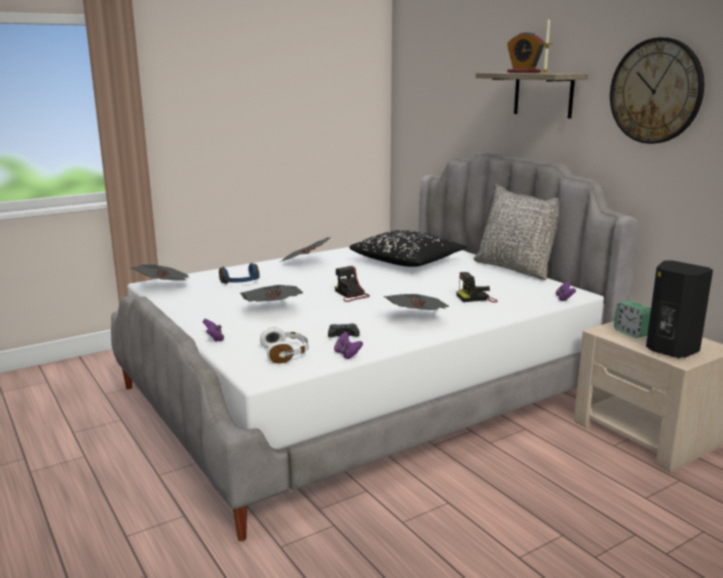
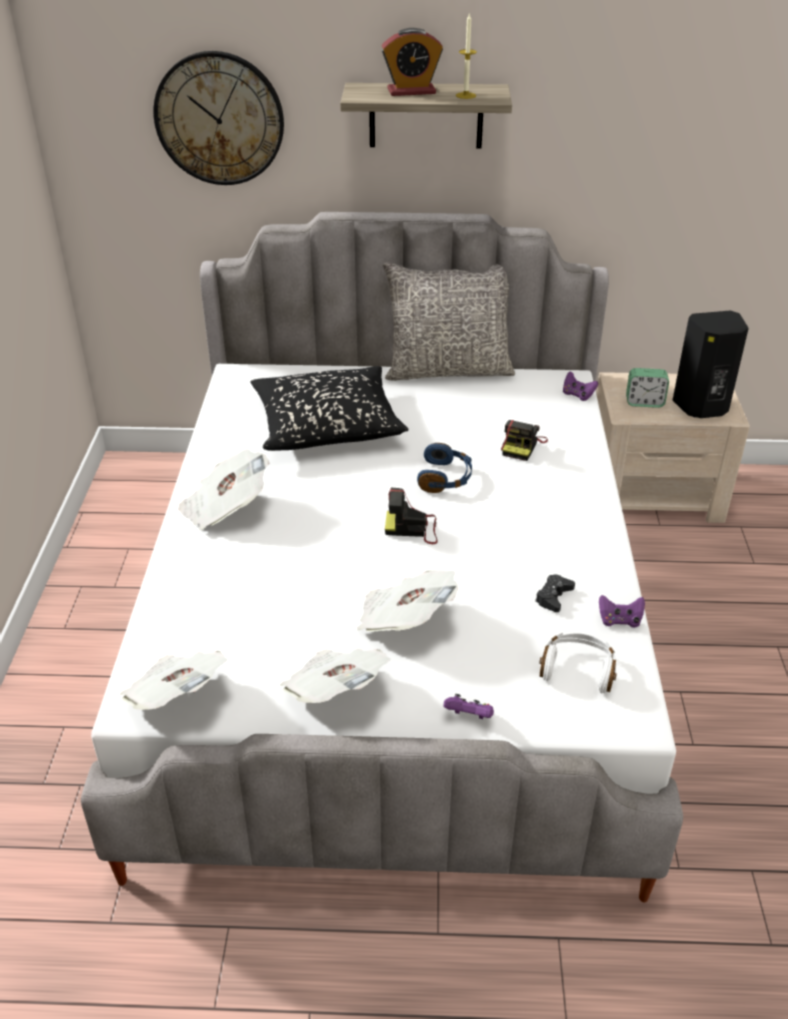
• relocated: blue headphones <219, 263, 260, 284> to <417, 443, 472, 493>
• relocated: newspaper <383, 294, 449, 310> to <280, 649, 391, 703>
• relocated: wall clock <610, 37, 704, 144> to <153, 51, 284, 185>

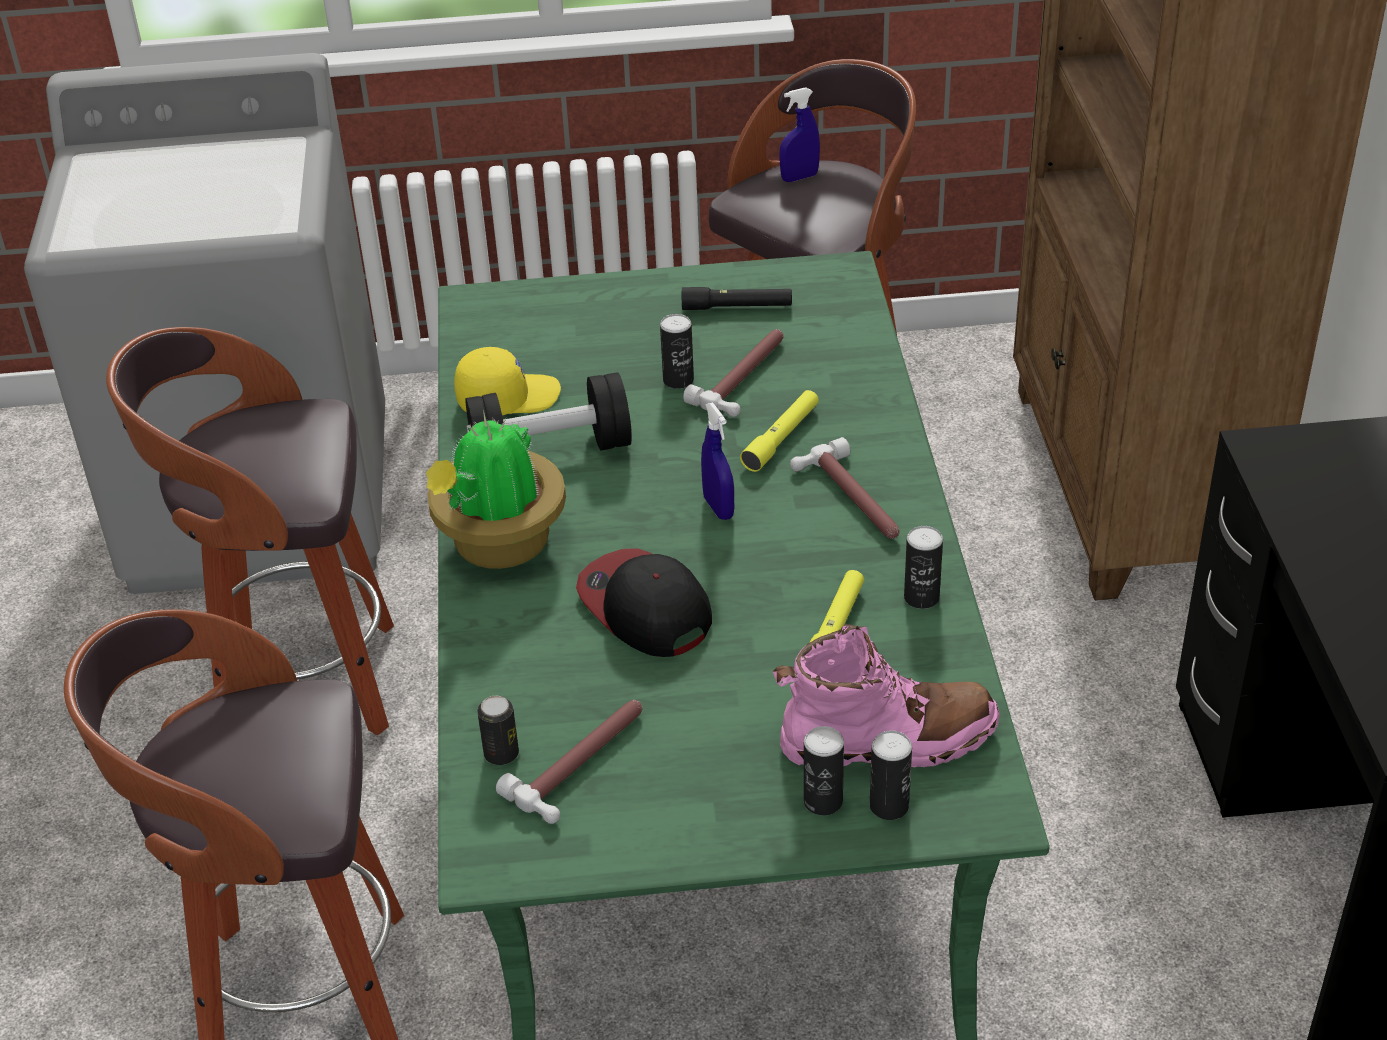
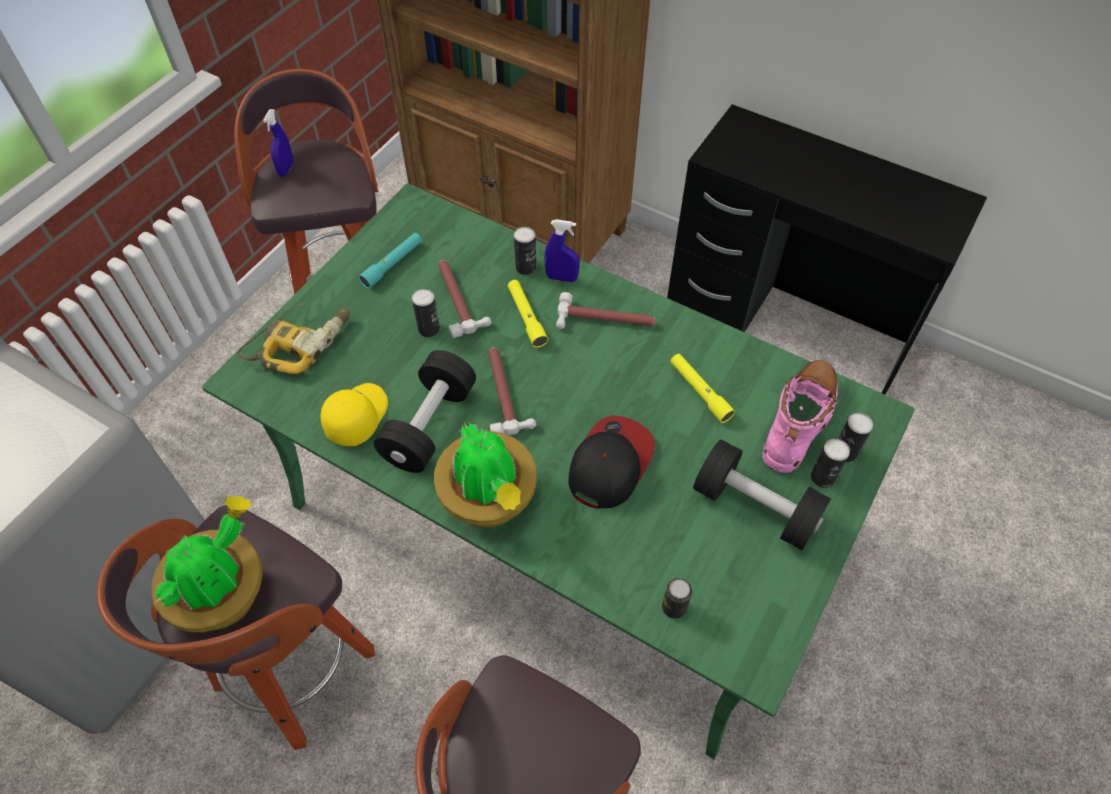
• relocated: hammer <496, 700, 642, 824> to <489, 347, 536, 435>
• spun: cap <576, 548, 712, 657> = <568, 415, 655, 509> 120 degrees clockwise
• colour: black flashlight <682, 287, 792, 310> to turquoise flashlight <358, 233, 422, 289>
• relocated: blue spray bottle <701, 403, 734, 520> to <544, 219, 580, 282>
• relocated: can <904, 526, 943, 609> to <514, 227, 536, 275>
• appeared: potted plant <152, 496, 262, 632>
• appeared: power drill <238, 303, 350, 374>
• appeared: black dumbbell <693, 439, 831, 550>

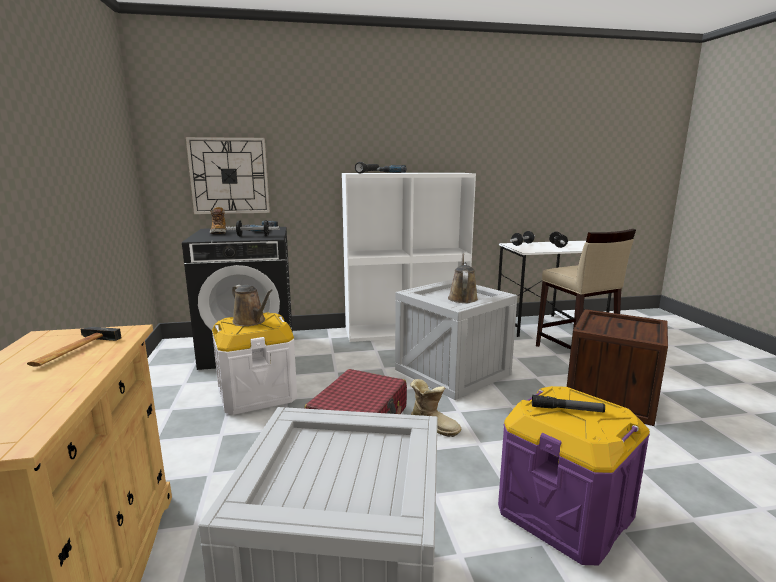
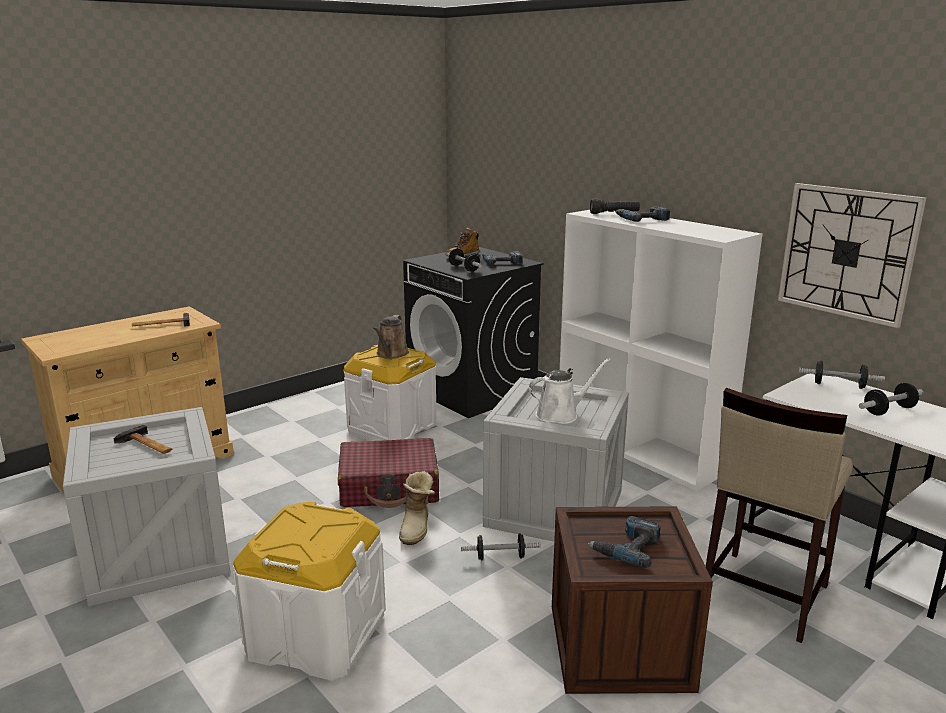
• relocated: wall clock <186, 137, 270, 214> to <778, 183, 926, 328>
• colour: brown watering can <448, 253, 478, 303> to white watering can <529, 358, 611, 424>
• colour: purple storage box <498, 386, 650, 565> to white storage box <233, 502, 386, 681>
• missing: flashlight <532, 395, 605, 413>
• appeared: hammer <114, 425, 172, 454>
• appeared: dumbbell <461, 533, 541, 560>
• appeared: power drill <588, 516, 661, 568>

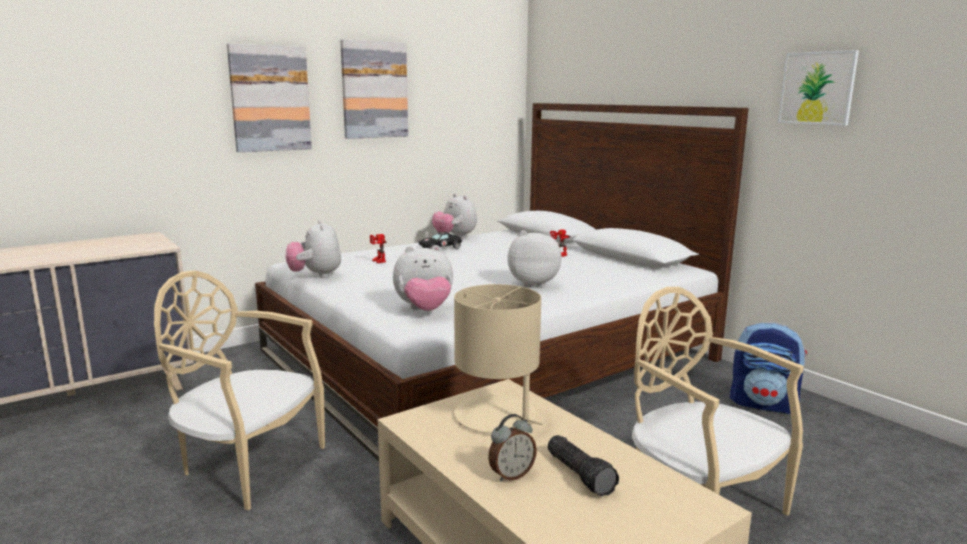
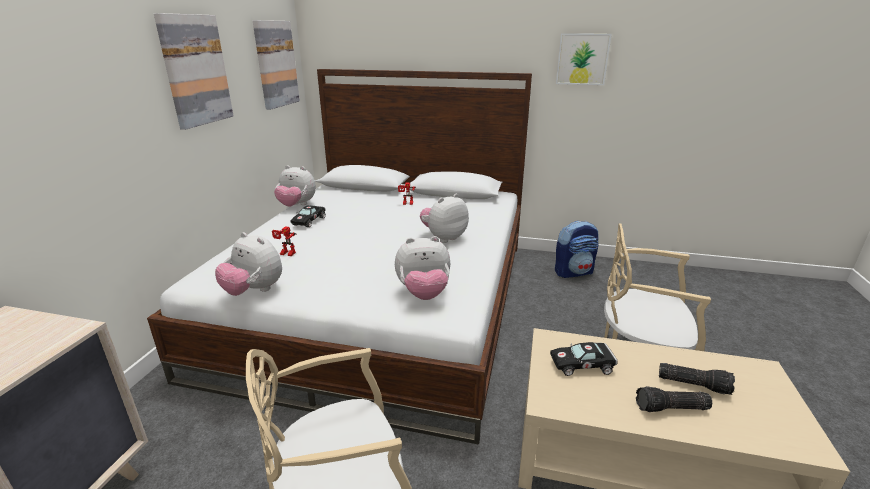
• relocated: picture <227, 44, 312, 152> to <253, 20, 300, 110>
• spun: plush toy <393, 245, 453, 311> = <395, 236, 450, 300> 45 degrees clockwise
• exchanged: beige table lamp <454, 284, 542, 433> to black toy car <550, 342, 618, 376>
• exchanged: alarm clock <488, 414, 537, 482> to flashlight <636, 386, 712, 412>

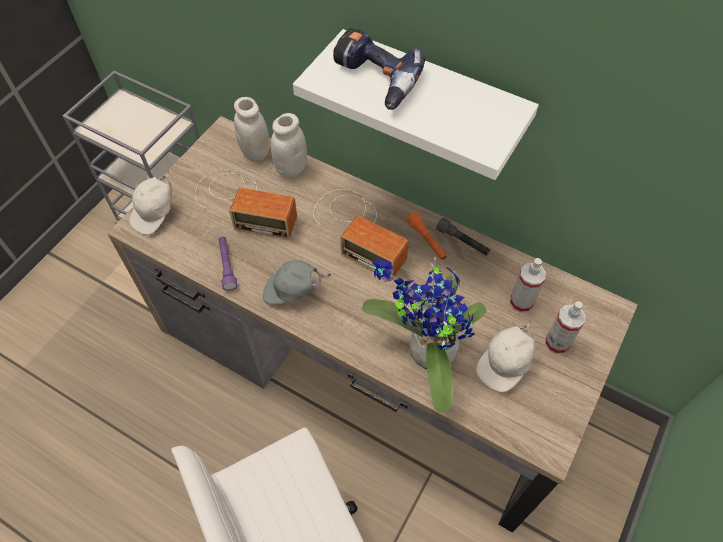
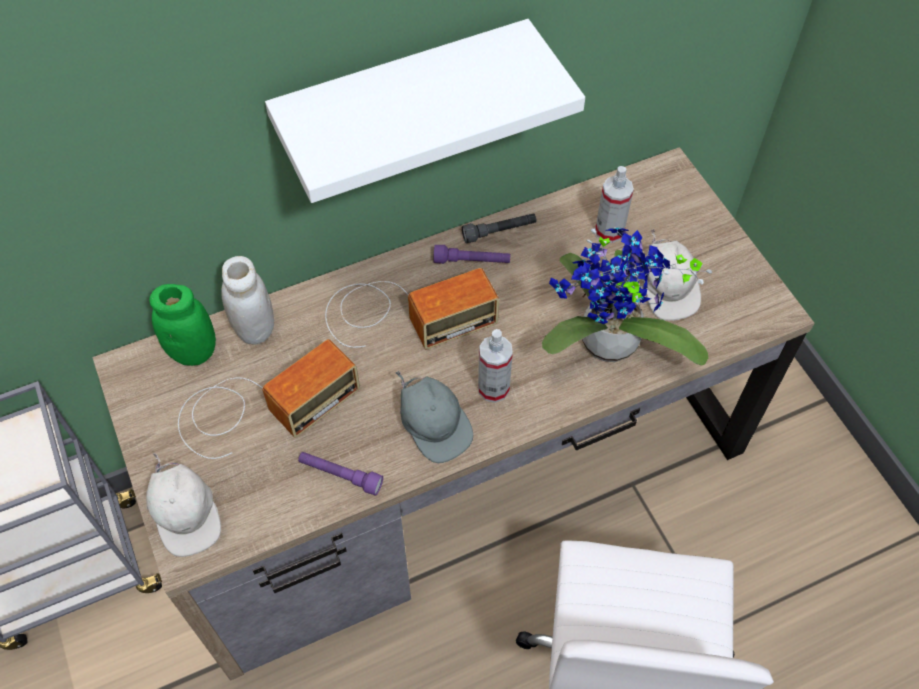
• colour: white jar <234, 97, 270, 161> to green jar <149, 284, 216, 366>
• spun: grey cap <263, 260, 331, 304> = <396, 371, 473, 463> 75 degrees counterclockwise
• missing: power drill <333, 28, 426, 110>
• colour: orange flashlight <406, 212, 447, 260> to purple flashlight <433, 245, 510, 264>
• relocated: spray bottle <545, 301, 586, 354> to <478, 329, 513, 403>

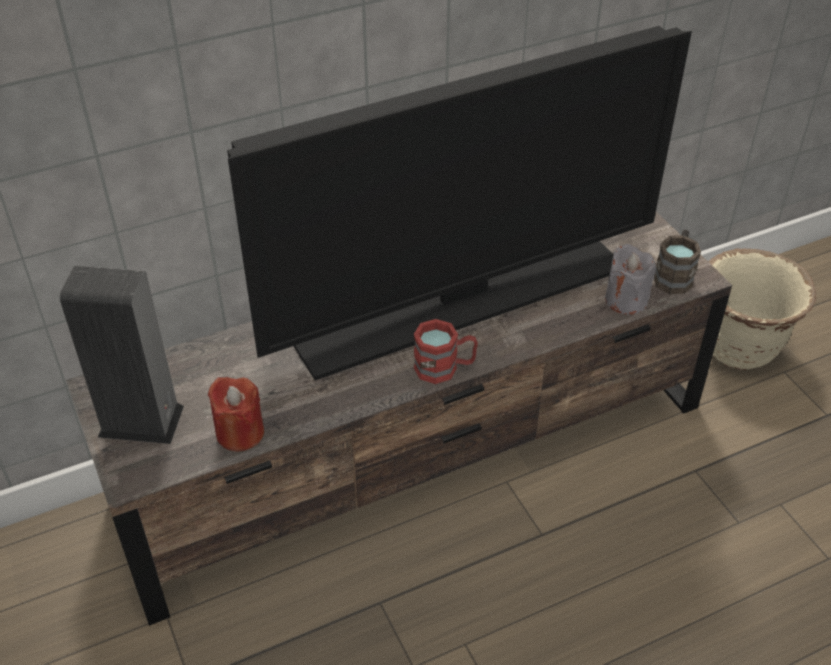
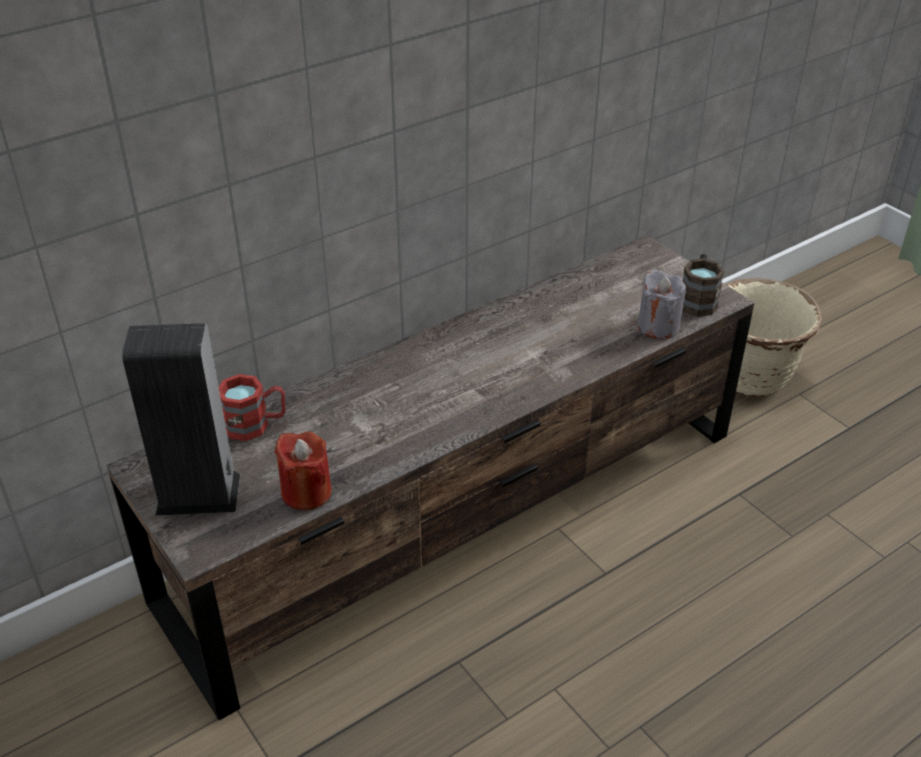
• missing: television <227, 26, 692, 380>
• relocated: red mug <414, 319, 478, 384> to <219, 374, 286, 441>

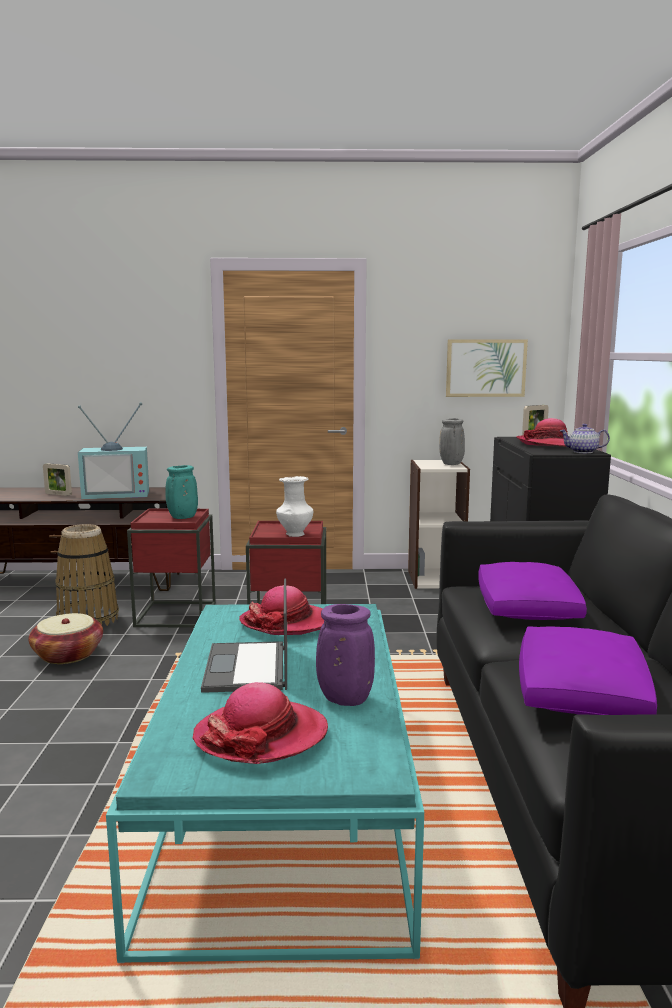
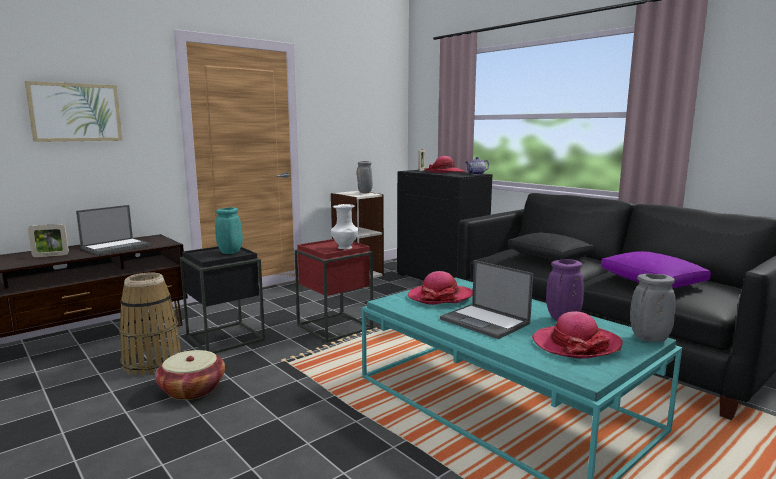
• exchanged: television <78, 402, 149, 499> to laptop <76, 205, 151, 255>
• colour: red side table <127, 508, 216, 628> to black side table <180, 246, 265, 354>
• relocated: picture <446, 339, 528, 397> to <25, 81, 123, 142>
• colour: purple pillow <478, 562, 587, 620> to black pillow <507, 232, 595, 261>
• appeared: grey vase <630, 274, 676, 342>

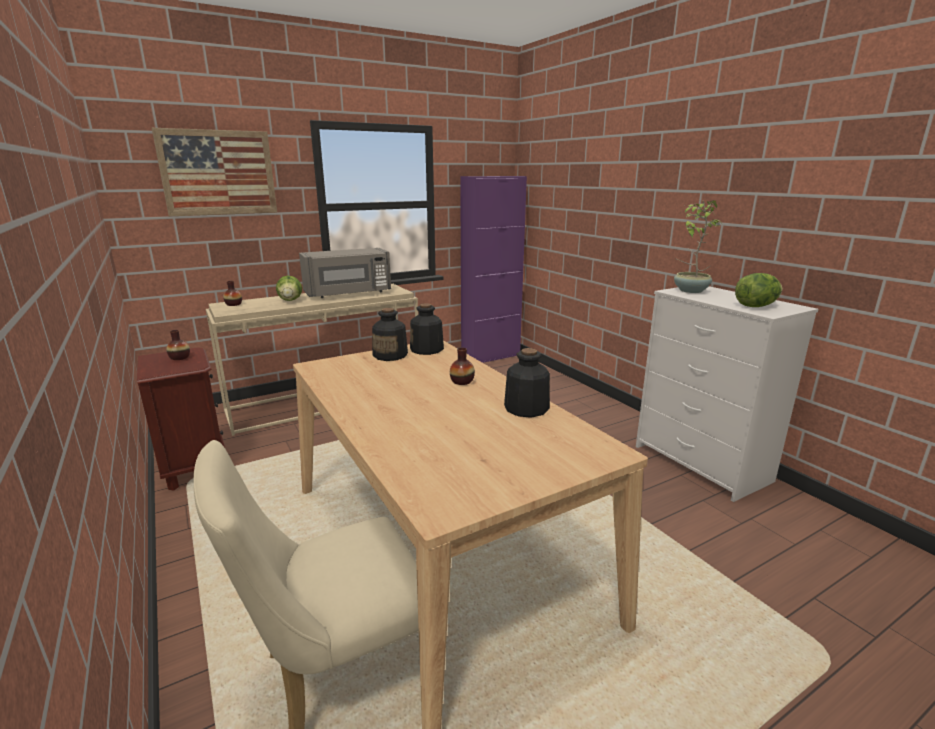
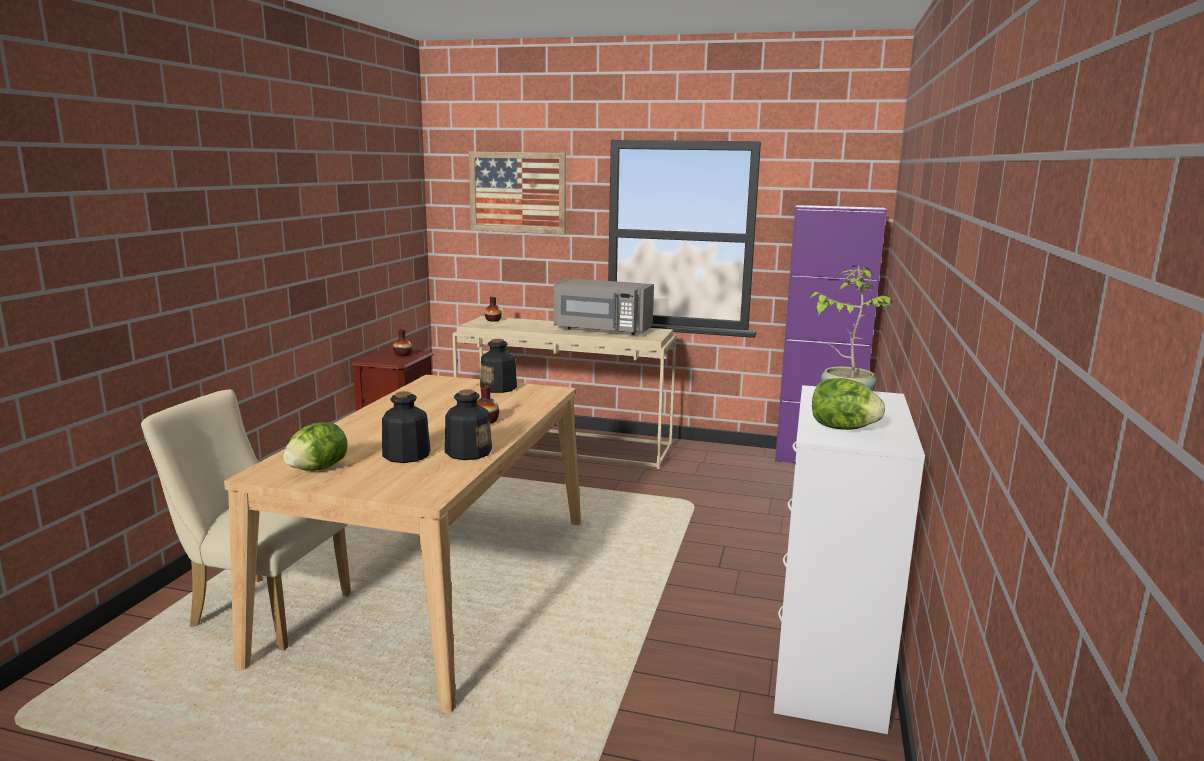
• relocated: lettuce <276, 275, 302, 301> to <283, 422, 348, 471>
• relocated: bottle <410, 303, 444, 355> to <382, 391, 430, 463>

